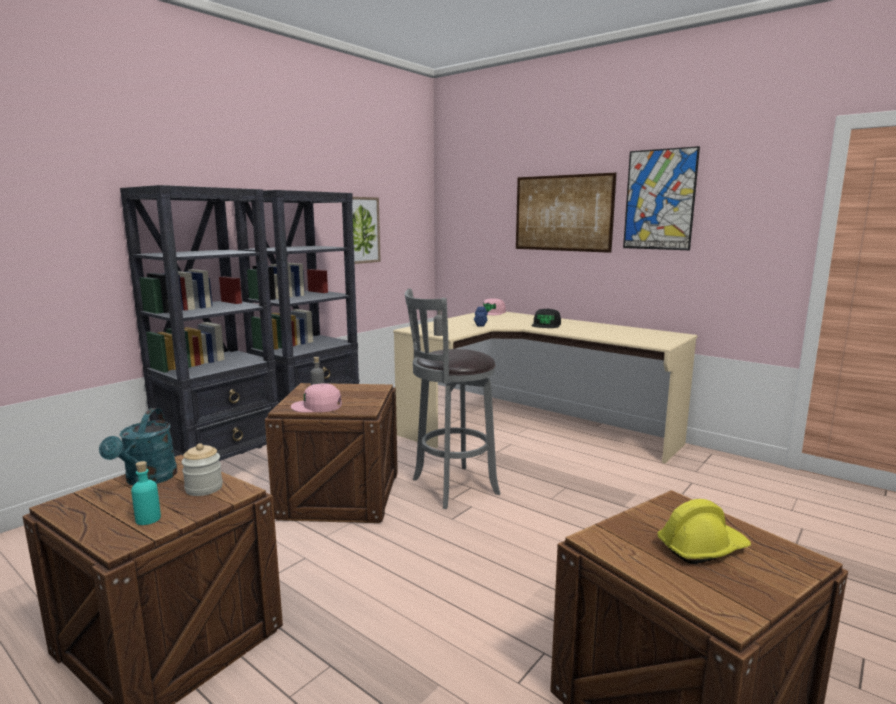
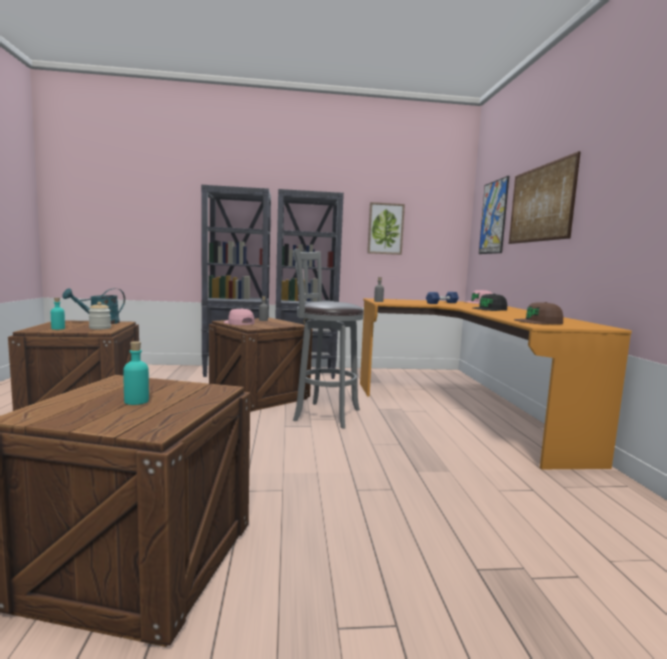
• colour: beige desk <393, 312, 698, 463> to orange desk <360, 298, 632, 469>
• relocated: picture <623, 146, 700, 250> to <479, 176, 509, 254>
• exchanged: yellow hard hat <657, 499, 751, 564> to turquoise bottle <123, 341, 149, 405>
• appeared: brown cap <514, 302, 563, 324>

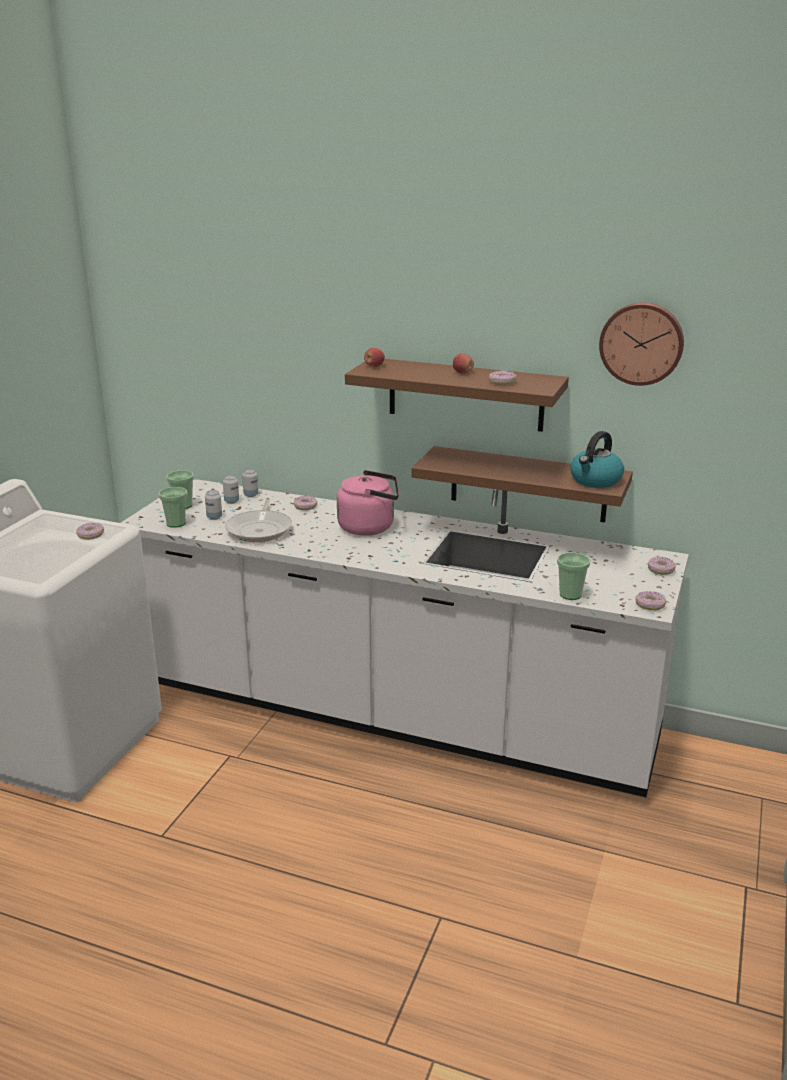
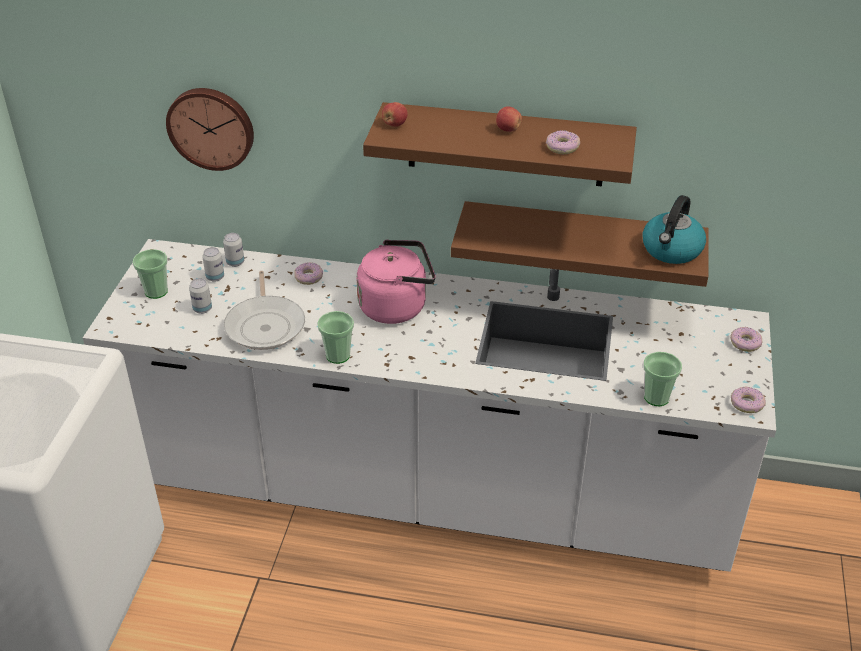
• missing: donut <76, 523, 104, 540>
• relocated: cup <158, 487, 187, 528> to <317, 311, 354, 364>
• relocated: wall clock <599, 302, 684, 386> to <166, 88, 254, 171>

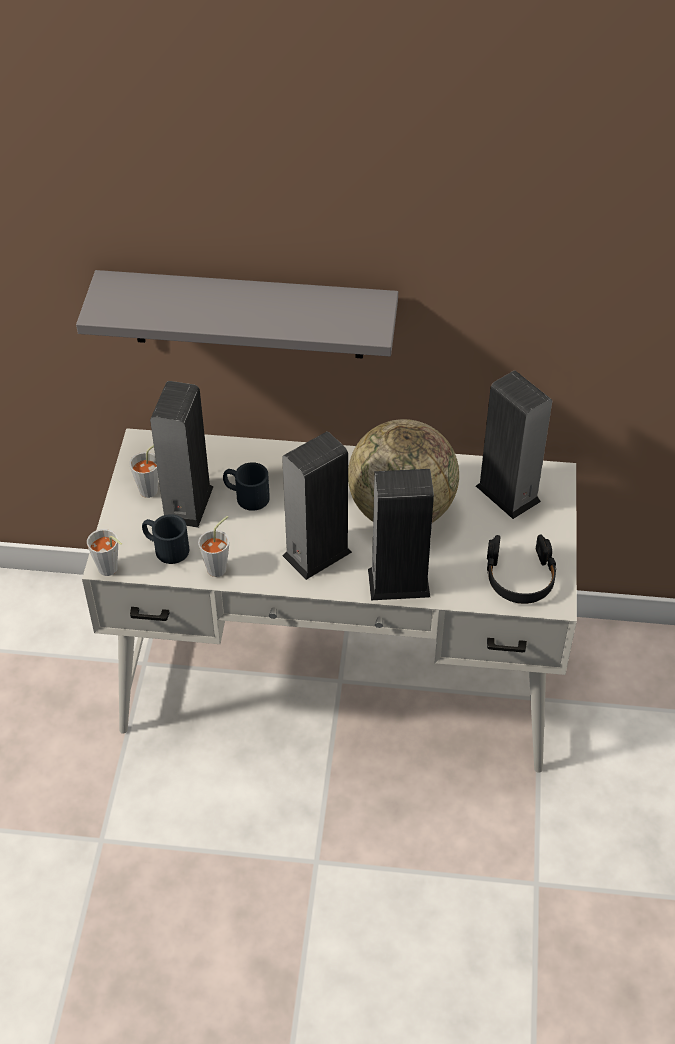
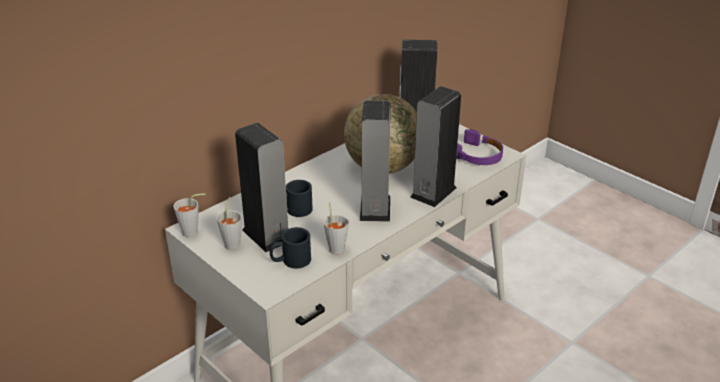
• missing: grey shelf <76, 270, 398, 359>
• relocated: grey cup <87, 529, 122, 576> to <174, 193, 206, 237>
• colour: black headphones <487, 535, 556, 604> to purple headphones <456, 129, 503, 165>

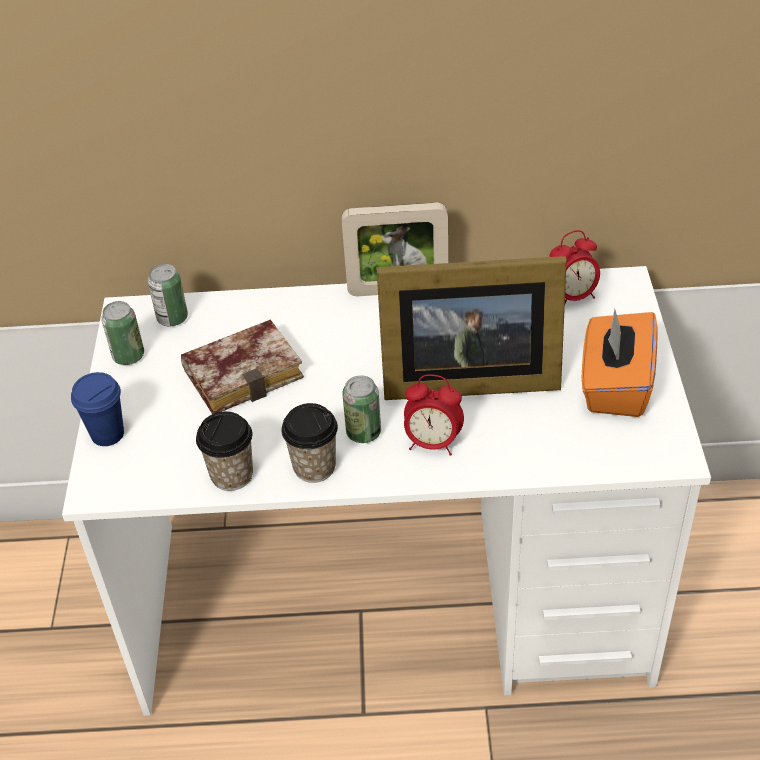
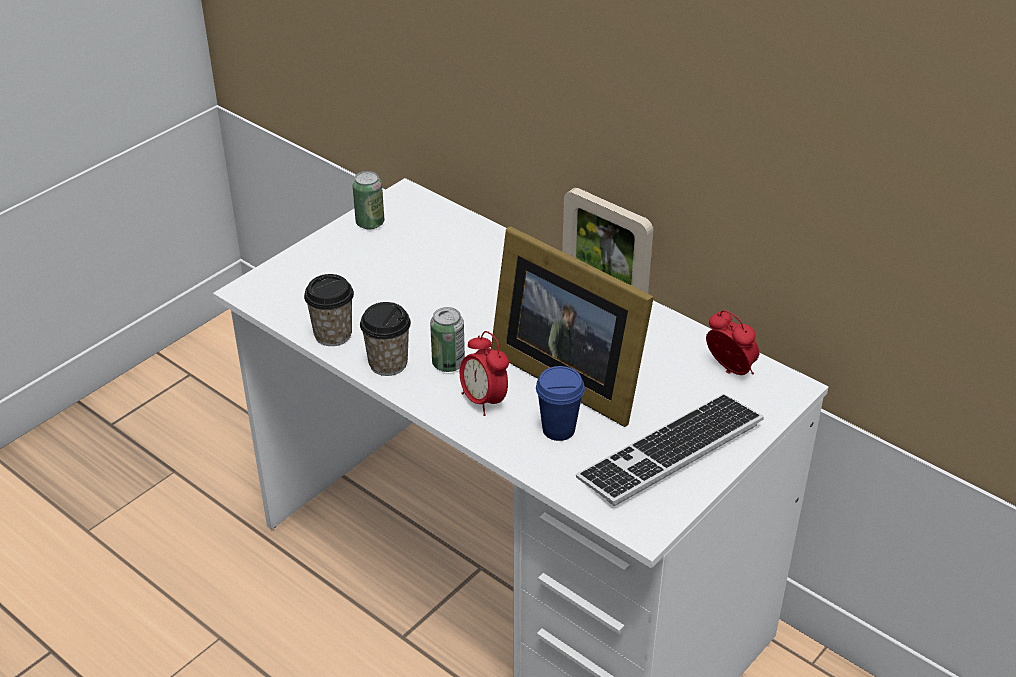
• relocated: blue cup <71, 372, 124, 446> to <536, 366, 585, 441>
• missing: can <148, 264, 188, 326>
• missing: book <181, 319, 304, 414>
• spun: alarm clock <549, 230, 600, 304> = <706, 310, 759, 375> 150 degrees counterclockwise
• exchanged: orange tissue box <582, 308, 657, 417> to keyboard <576, 394, 763, 506>

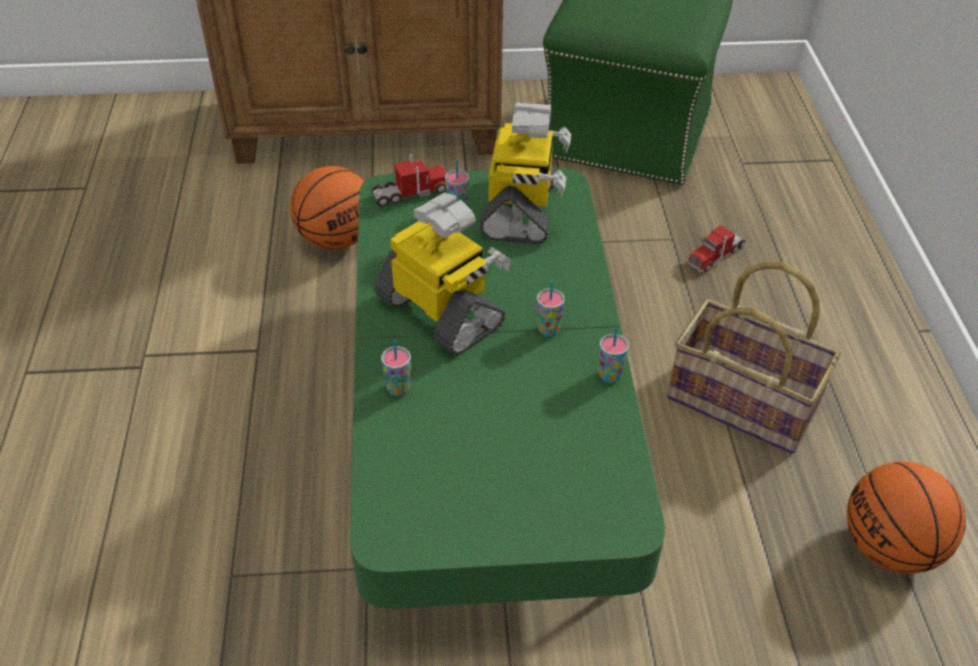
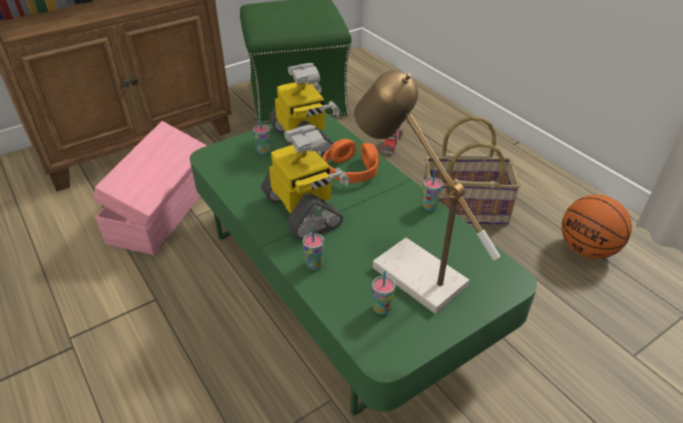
• exchanged: basketball <290, 166, 365, 250> to pink storage box <93, 121, 207, 255>
• missing: toy truck <372, 154, 447, 206>
• spun: toy robot <374, 193, 511, 355> = <261, 124, 350, 240> 45 degrees clockwise
• relocated: cup <537, 281, 565, 336> to <372, 271, 396, 315>
• appeared: orange headphones <323, 139, 379, 183>
• appeared: table lamp <354, 70, 500, 314>

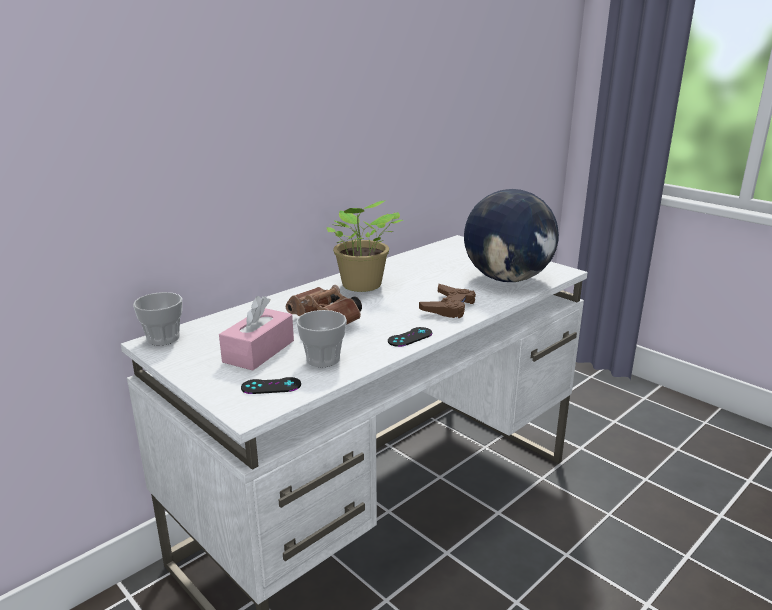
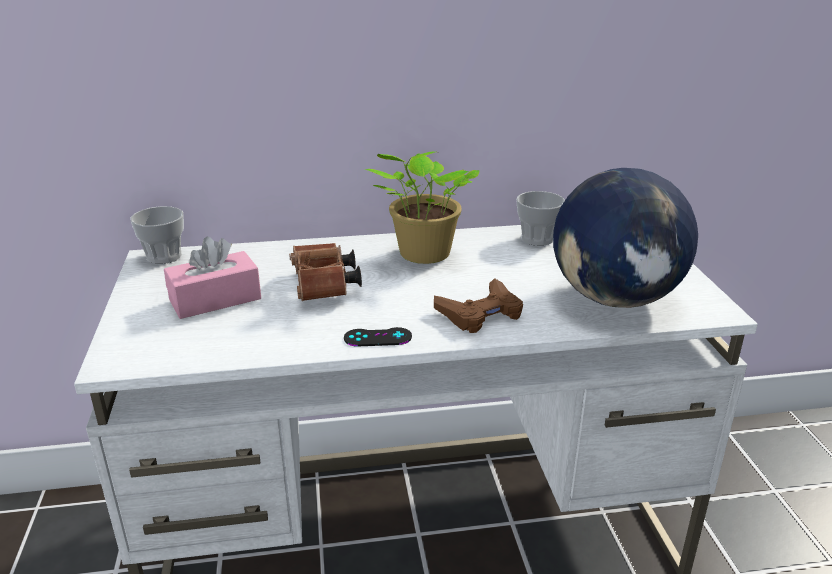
• missing: black game controller <241, 377, 301, 394>
• relocated: cup <296, 310, 347, 368> to <516, 191, 565, 246>

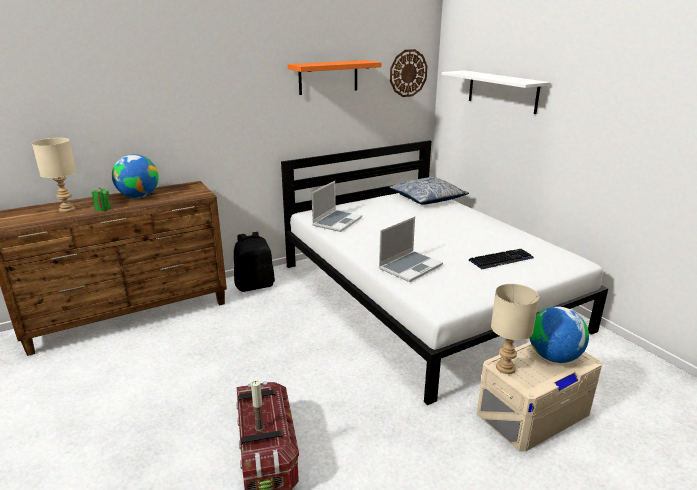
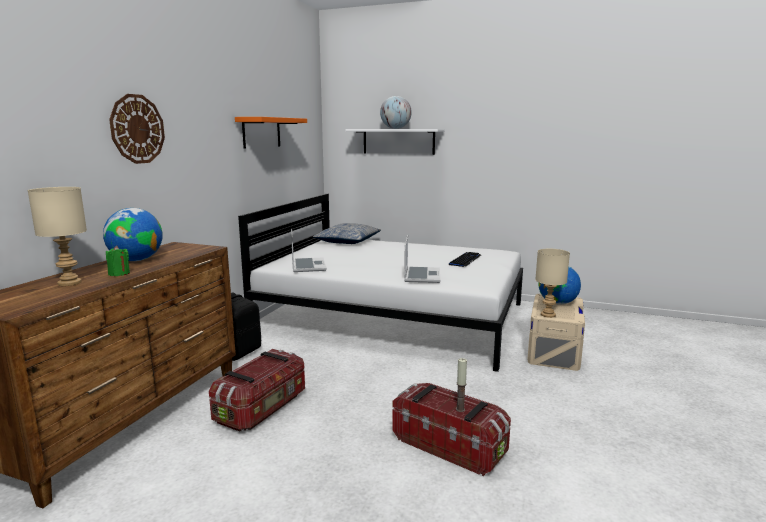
• relocated: wall clock <390, 49, 428, 97> to <109, 94, 165, 164>
• appeared: storage box <209, 349, 305, 431>
• appeared: globe <380, 96, 412, 129>

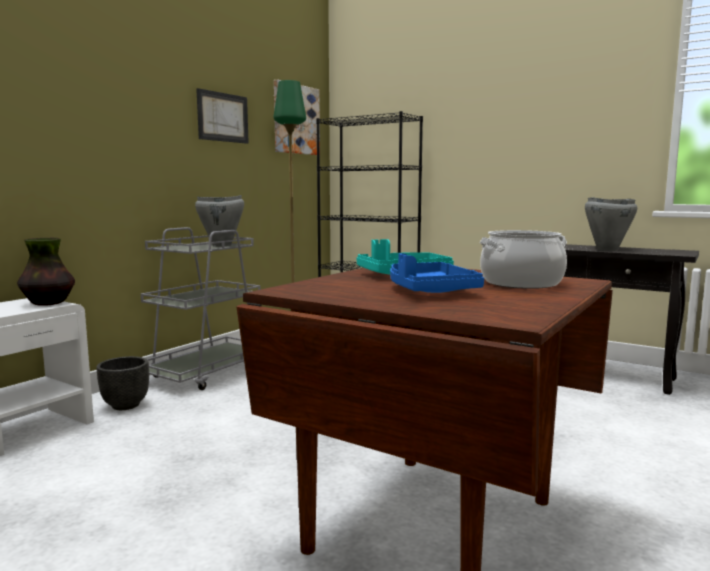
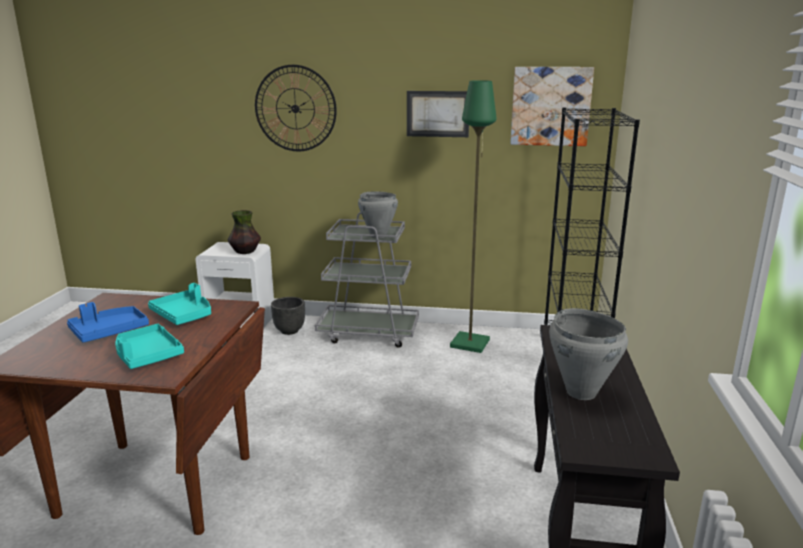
• exchanged: cooking pot <480, 230, 567, 289> to turquoise tray <115, 324, 184, 369>
• appeared: wall clock <255, 65, 337, 151>

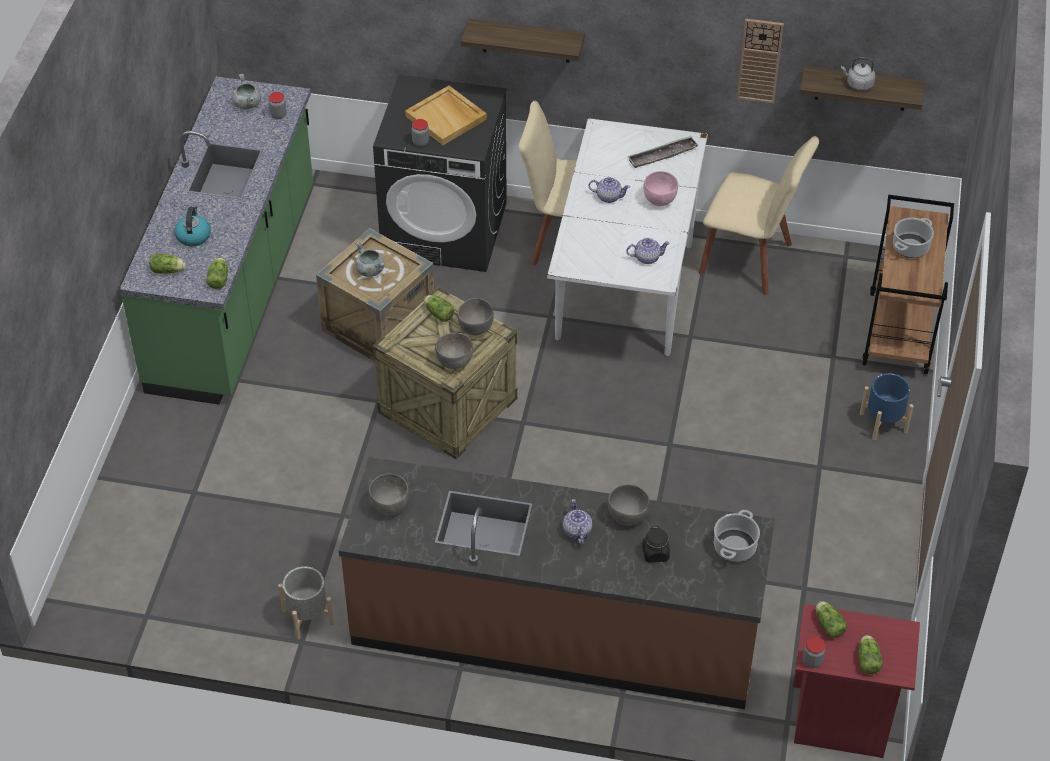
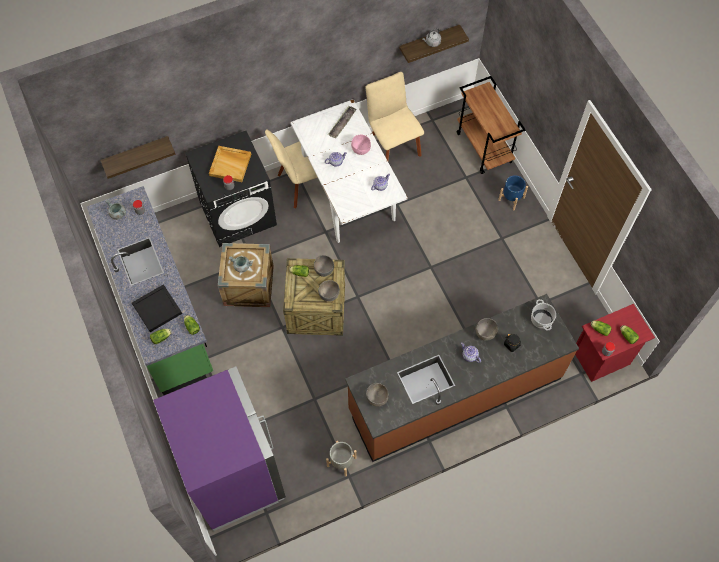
• exchanged: kettle <174, 206, 211, 247> to black tray <132, 284, 182, 332>
• relocated: shelf <461, 19, 585, 63> to <100, 136, 175, 179>
• spun: beige chair <699, 136, 819, 295> = <366, 72, 424, 161> 105 degrees counterclockwise
• missing: wall clock <737, 19, 784, 103>
• missing: cooking pot <893, 218, 934, 258>
• appeared: purple fridge <153, 366, 286, 531>

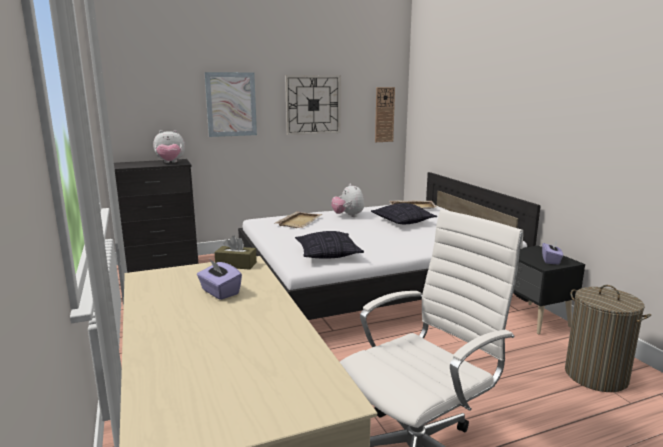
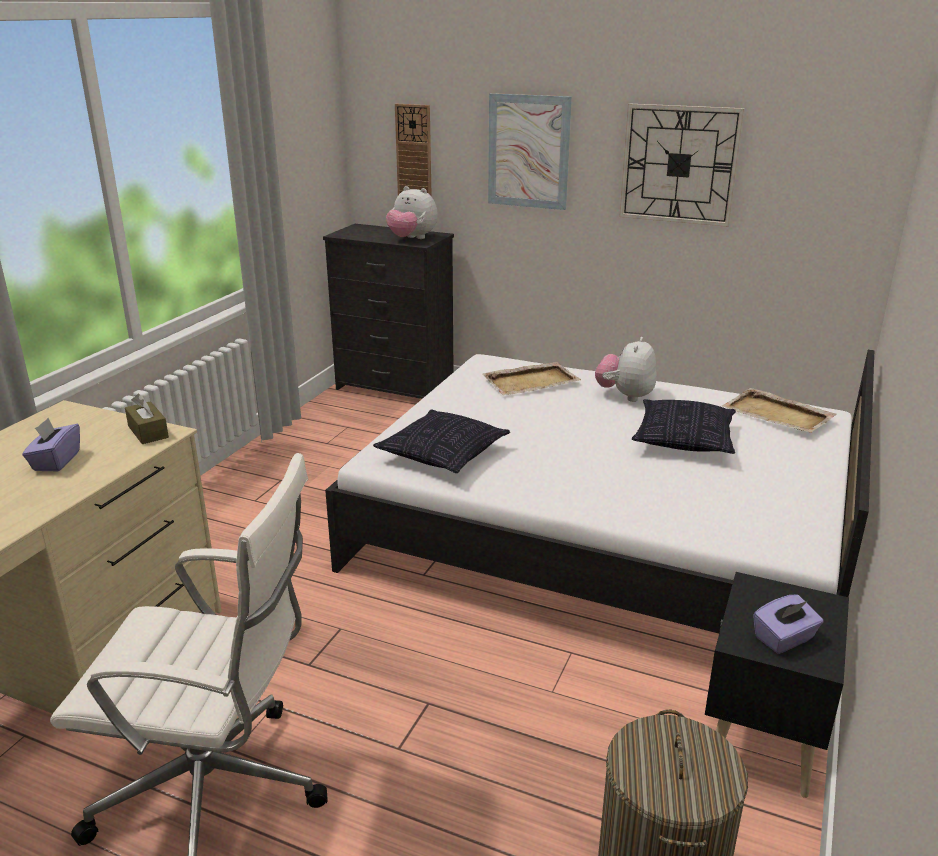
• relocated: wall clock <375, 87, 395, 142> to <395, 104, 432, 196>

